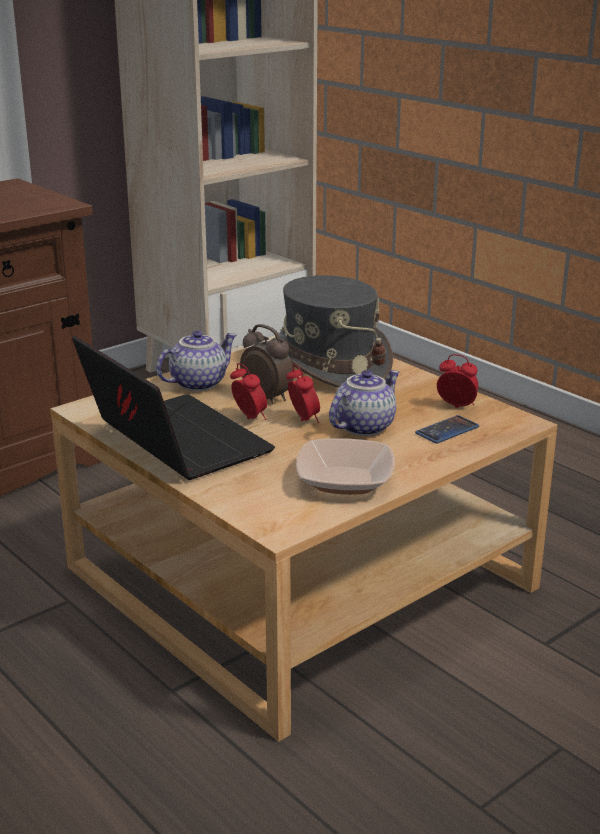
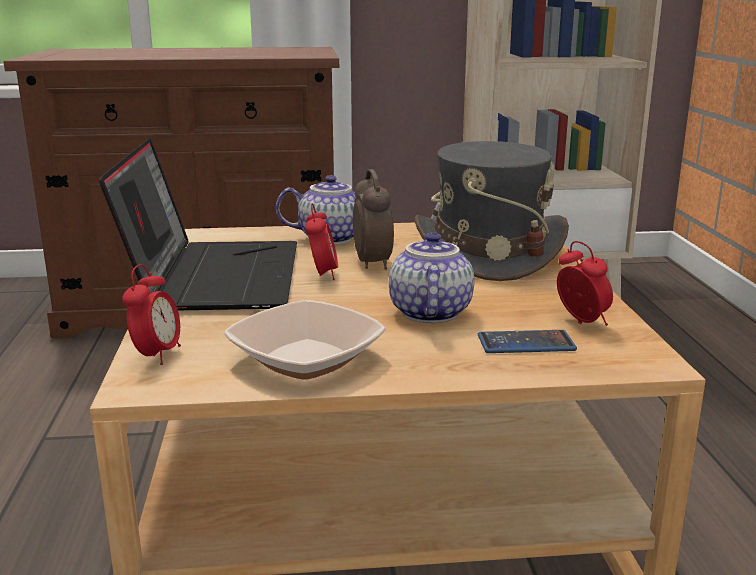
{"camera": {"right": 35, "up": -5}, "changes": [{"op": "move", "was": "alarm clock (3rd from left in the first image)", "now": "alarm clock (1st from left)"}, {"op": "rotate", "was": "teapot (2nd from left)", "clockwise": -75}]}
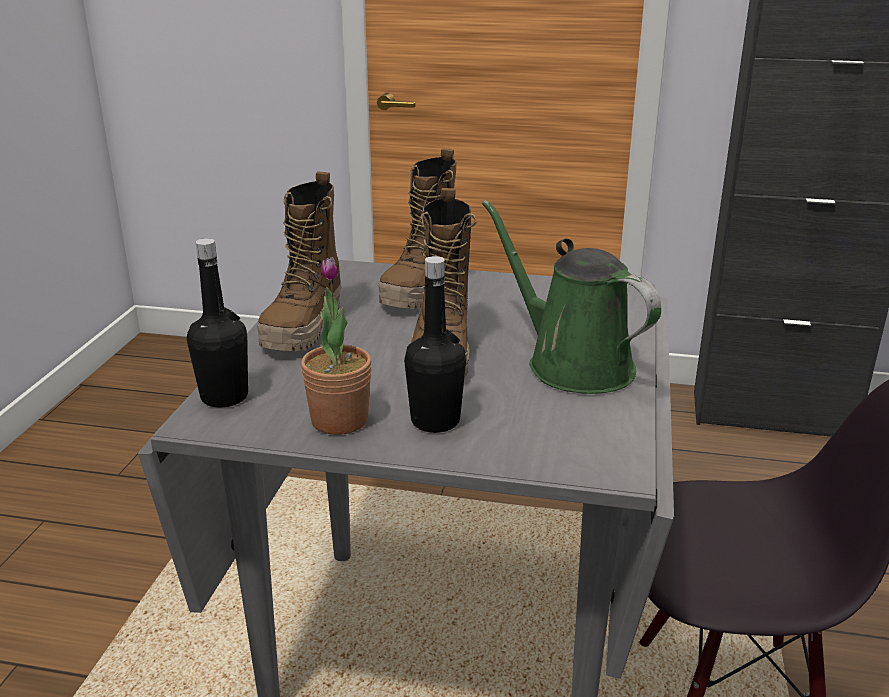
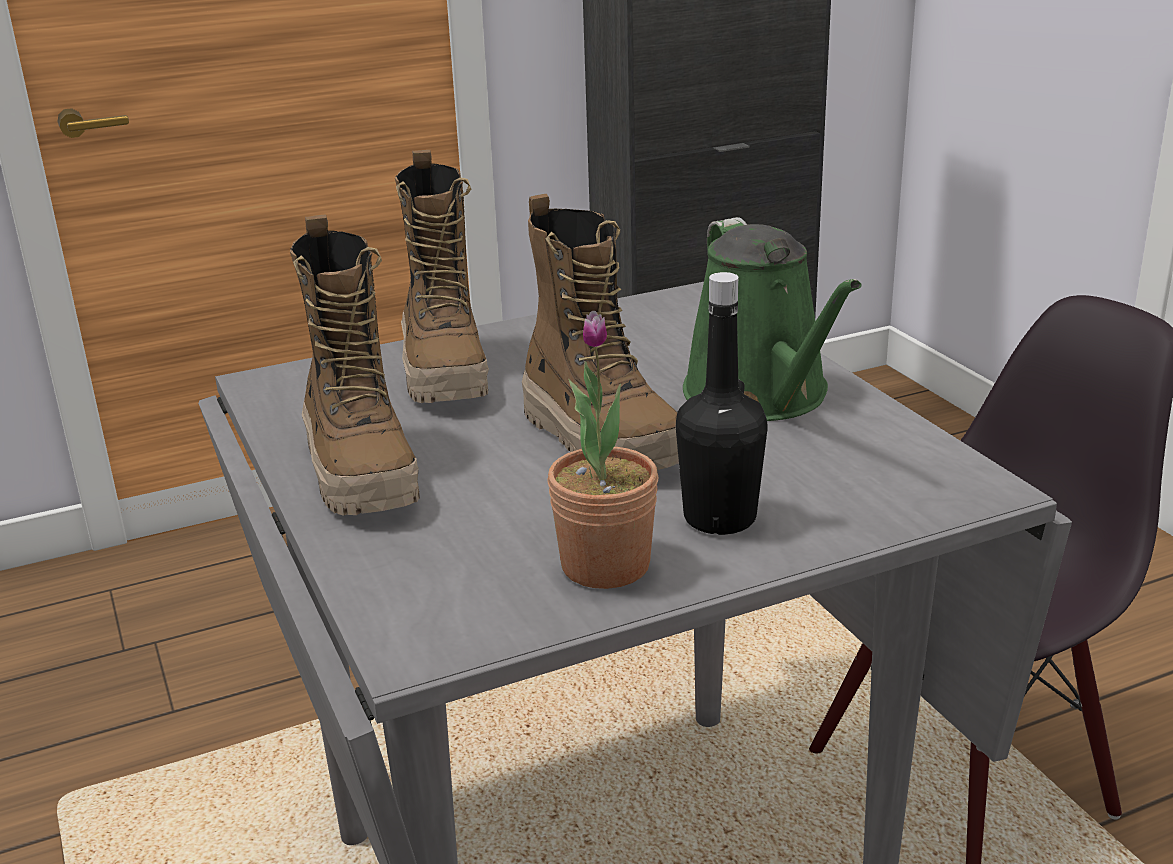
{"camera": {"right": -35, "up": 0}, "changes": [{"op": "rotate", "was": "green watering can", "clockwise": -120}, {"op": "delete", "was": "black bottle (1st from left)"}]}
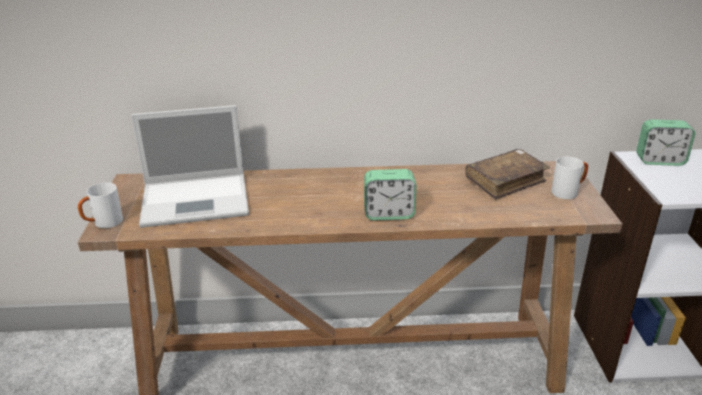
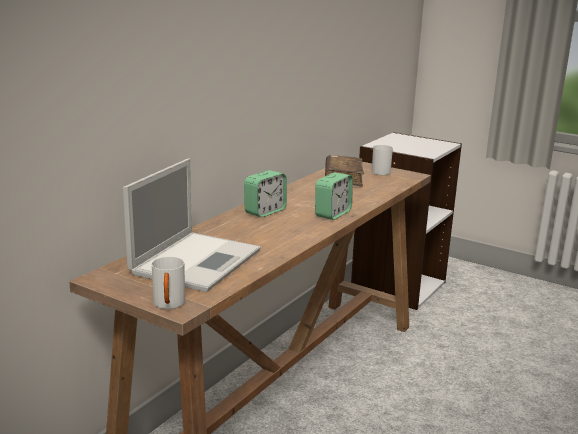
{"camera": {"right": -55, "up": -10}, "changes": [{"op": "move", "was": "alarm clock (2nd from left in the first image)", "now": "alarm clock (1st from left)"}]}
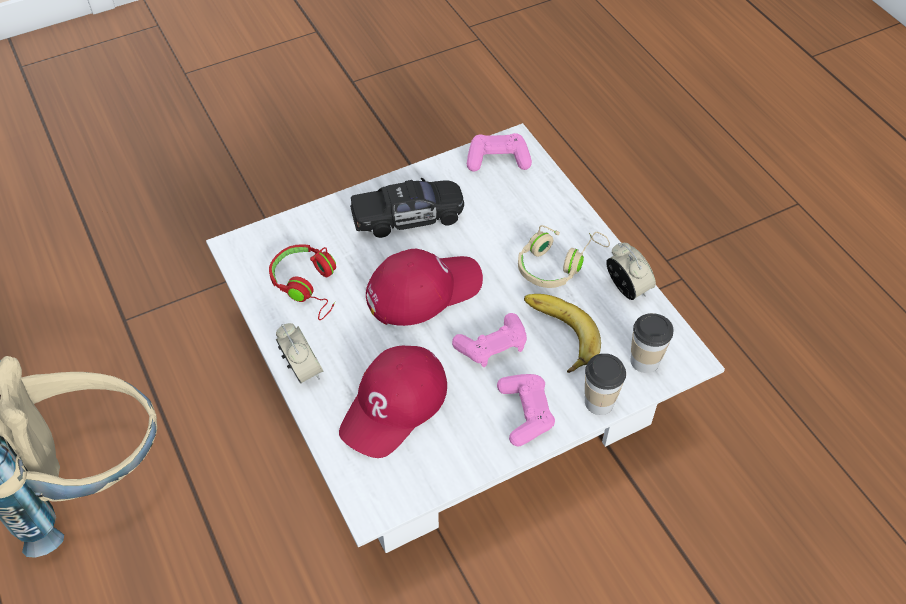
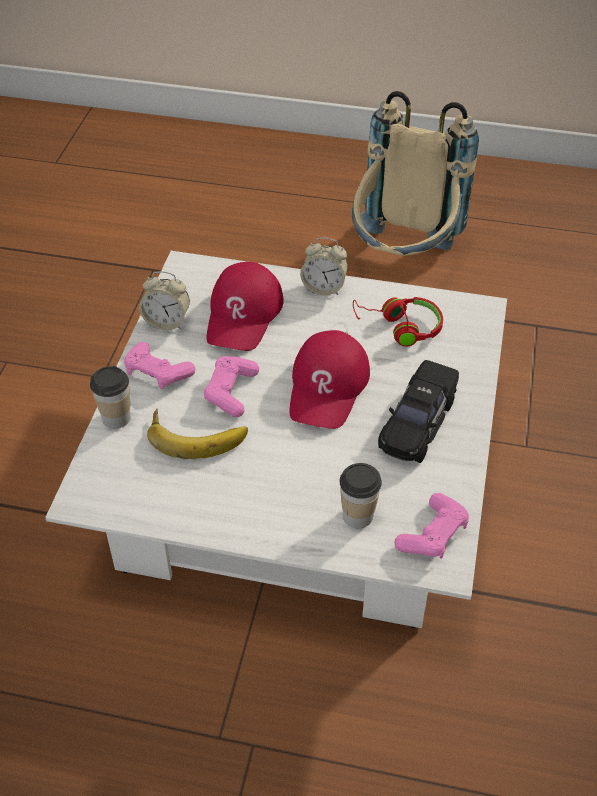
{"camera": {"right": 130, "up": -5}, "changes": [{"op": "move", "was": "alarm clock (2nd from left in the first image)", "now": "alarm clock (1st from left)"}, {"op": "rotate", "was": "red cap (1st from left)", "clockwise": -150}, {"op": "move", "was": "cup (2nd from left)"}, {"op": "delete", "was": "beige headphones"}]}
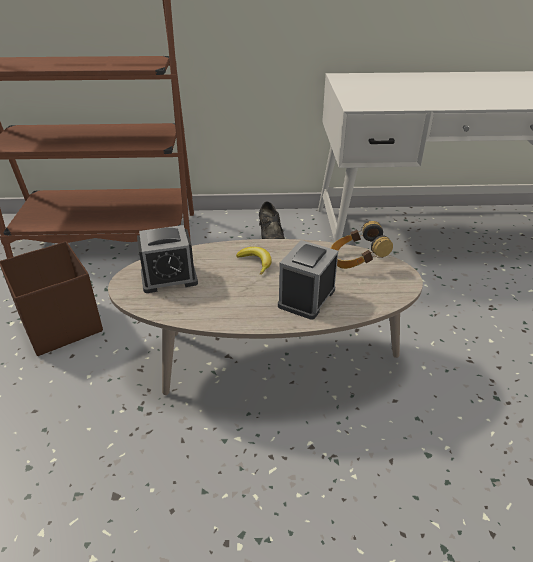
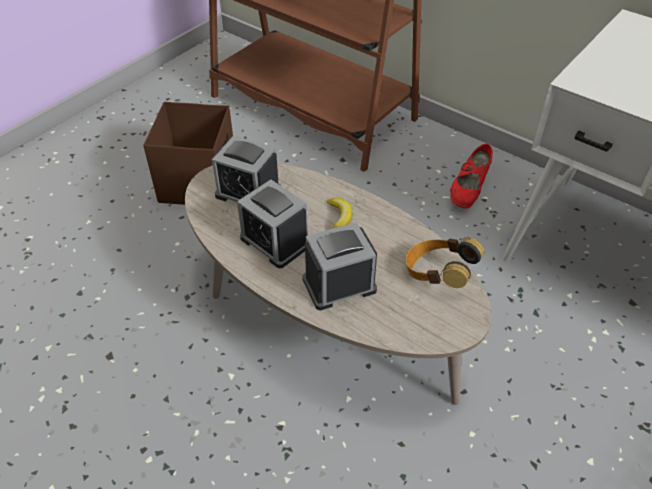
{"camera": {"right": 40, "up": 10}, "changes": [{"op": "insert", "now": "alarm clock (2nd from left)"}, {"op": "recolor", "was": "black shoe", "now": "red shoe"}]}
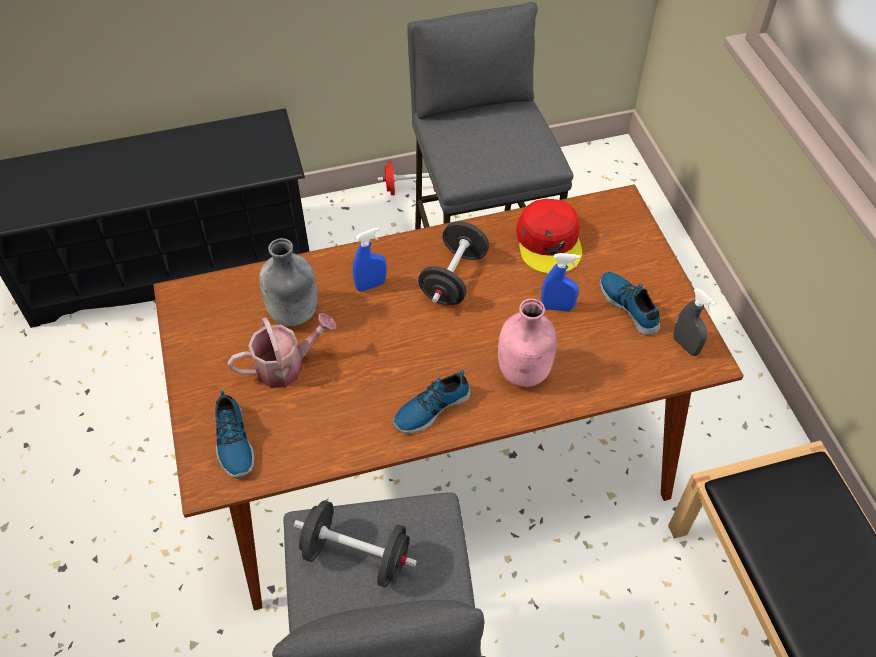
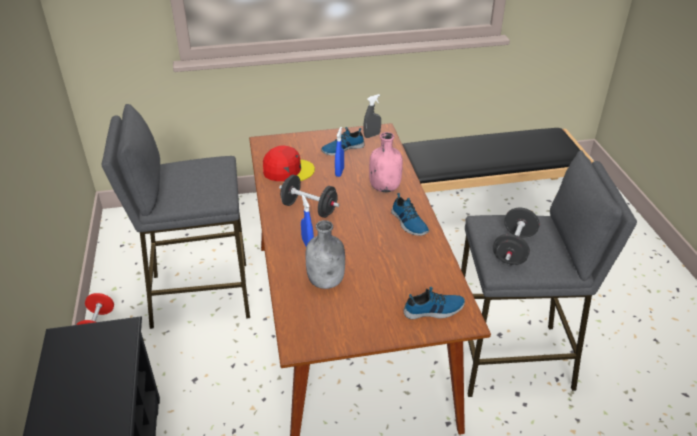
{"camera": {"right": -85, "up": -15}, "changes": [{"op": "delete", "was": "watering can"}]}
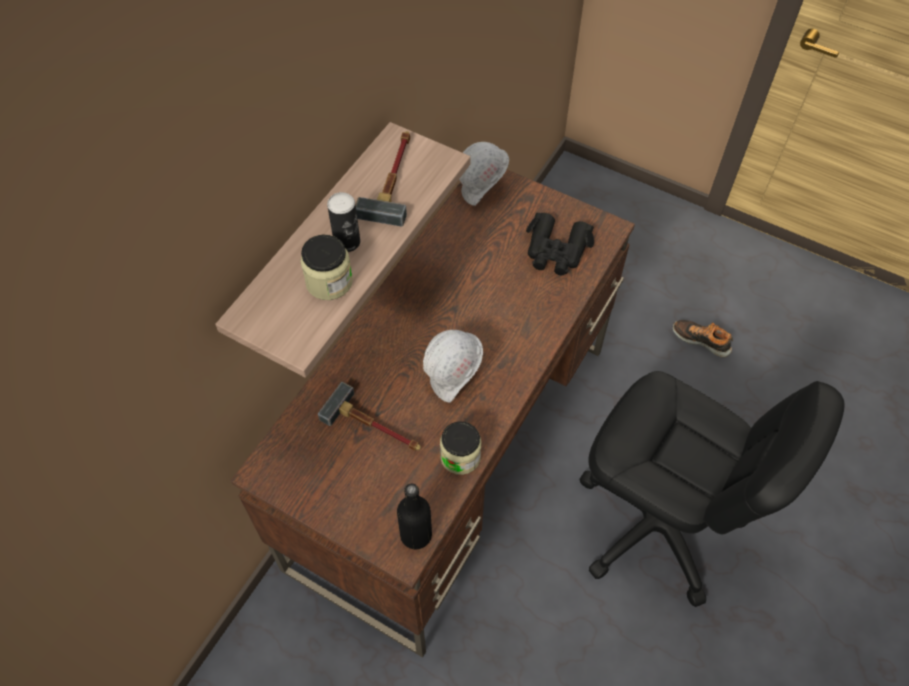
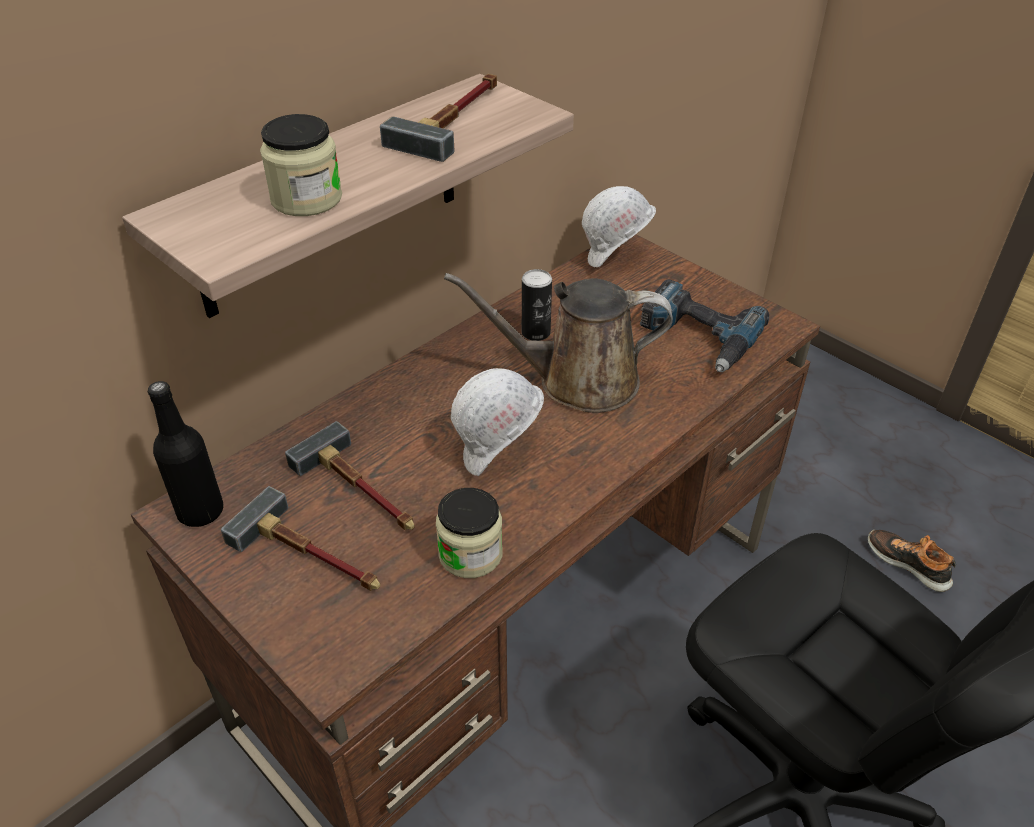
{"camera": {"right": 15, "up": -15}, "changes": [{"op": "move", "was": "black bottle"}, {"op": "insert", "now": "hammer (1st from left)"}, {"op": "insert", "now": "brown watering can"}, {"op": "move", "was": "can"}, {"op": "replace", "was": "black binoculars", "now": "power drill"}]}
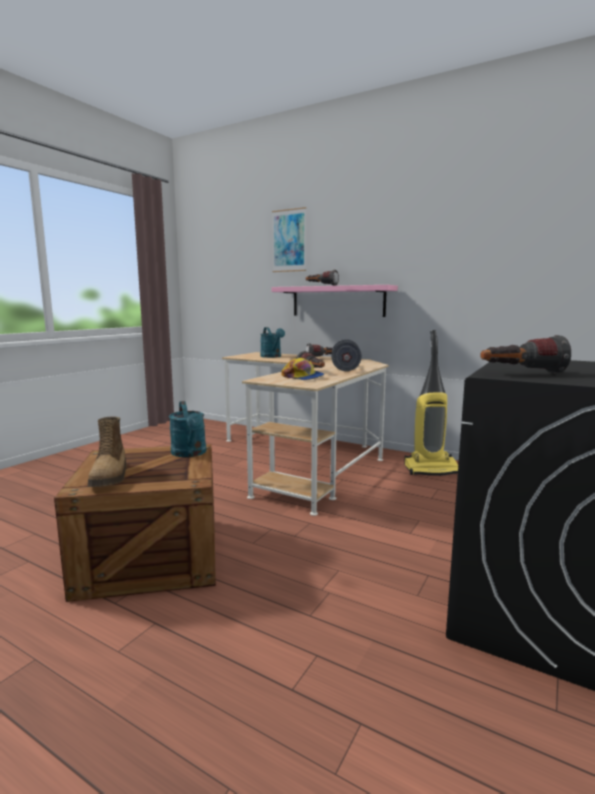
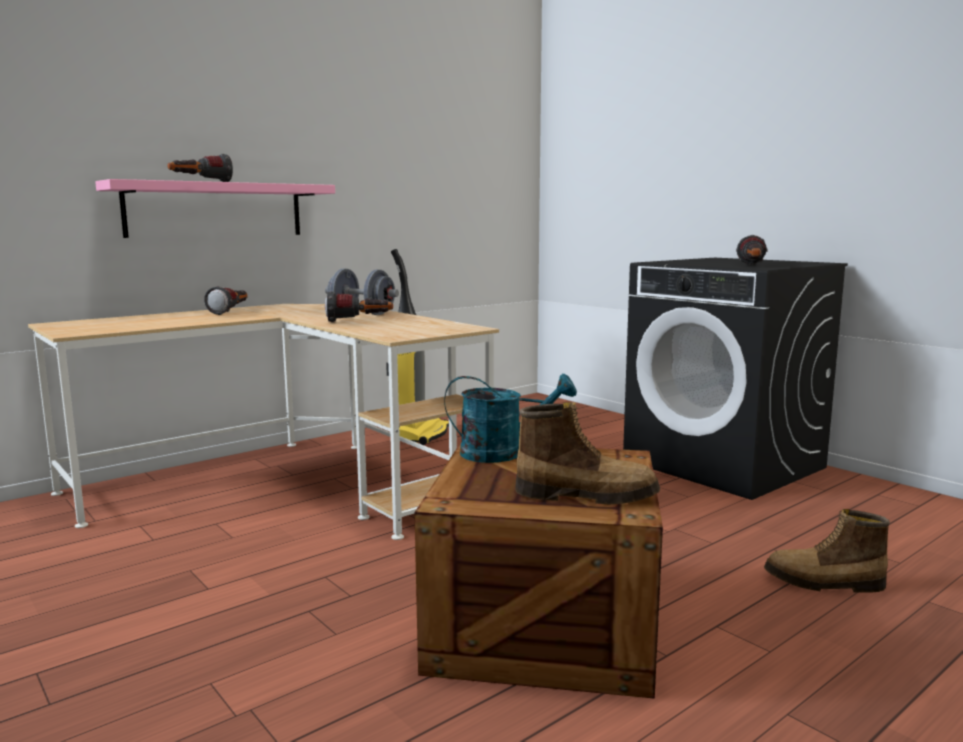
{"camera": {"right": -70, "up": 0}, "changes": [{"op": "insert", "now": "boot (2nd from left)"}, {"op": "delete", "was": "turquoise watering can (2nd from left)"}, {"op": "delete", "was": "picture"}, {"op": "delete", "was": "cap"}]}
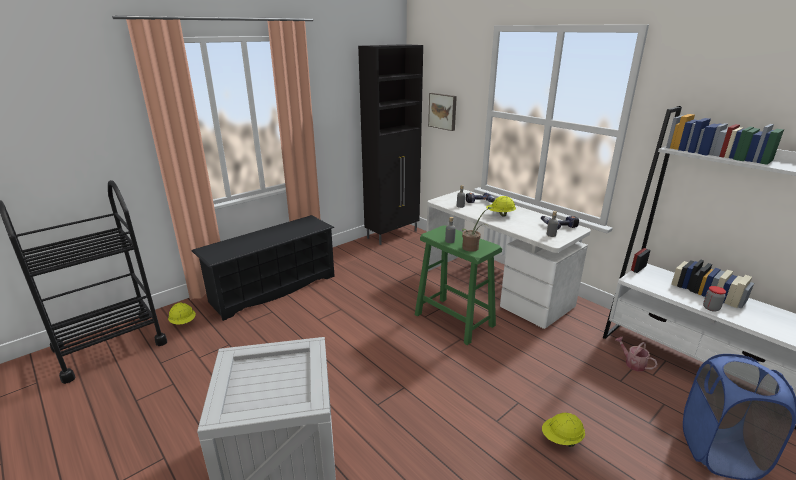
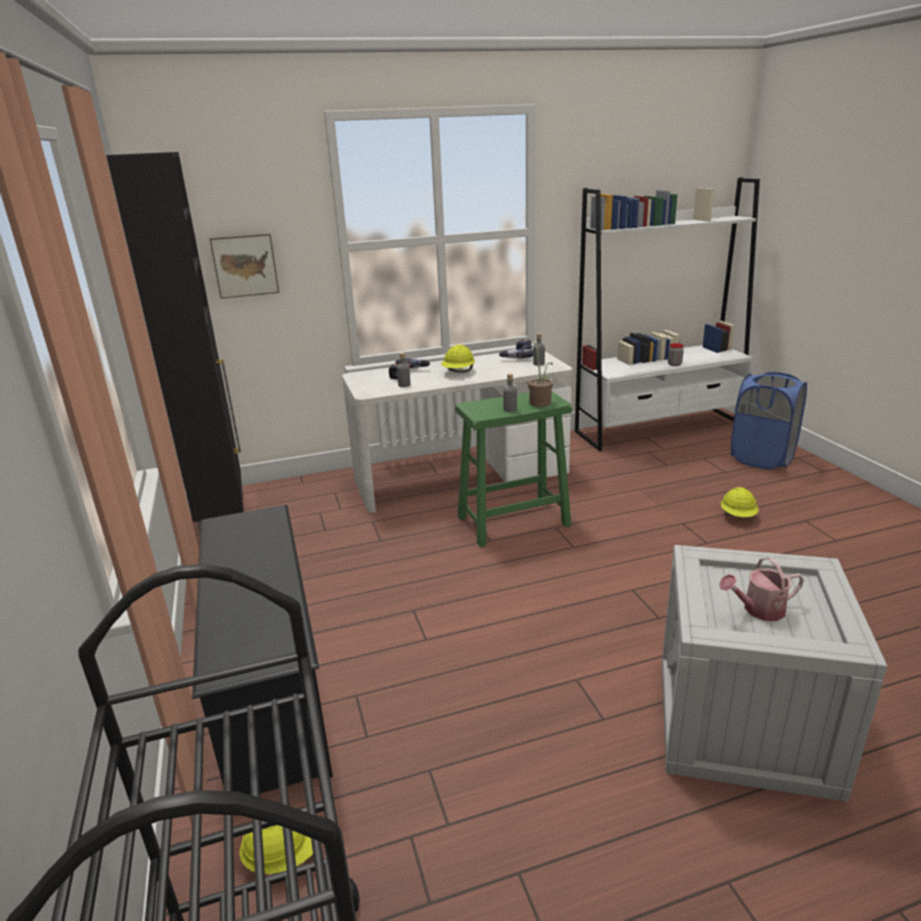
{"camera": {"right": -65, "up": 0}, "changes": [{"op": "move", "was": "watering can"}]}
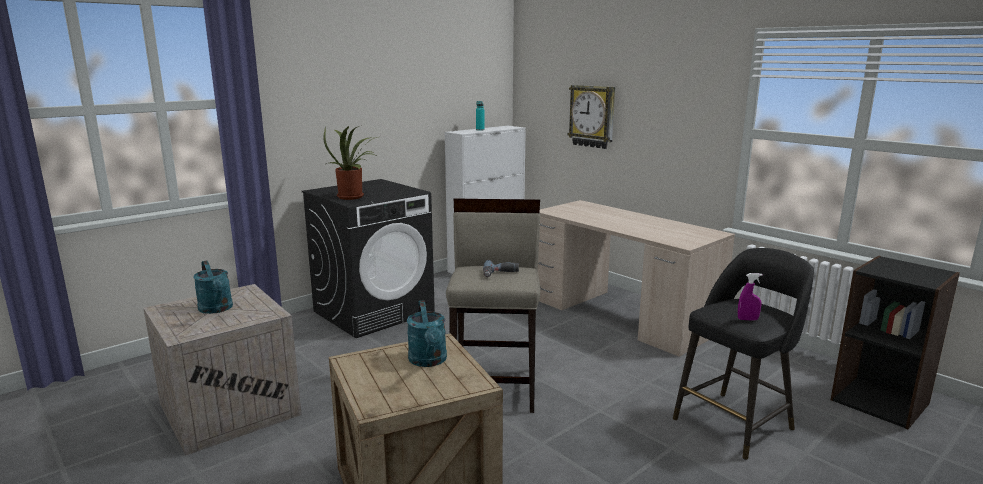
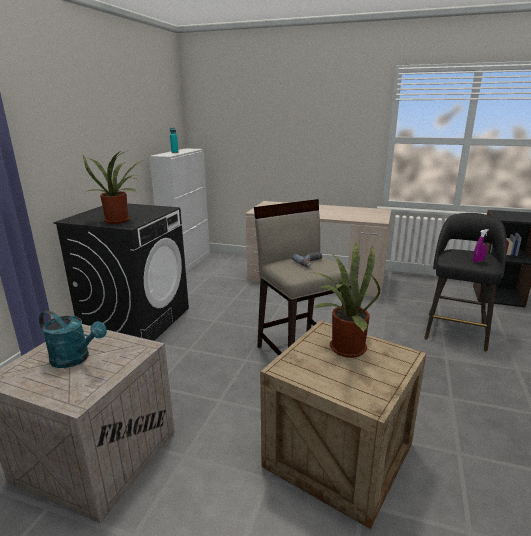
{"camera": {"right": -30, "up": 5}, "changes": [{"op": "replace", "was": "turquoise watering can (2nd from left)", "now": "potted plant (2nd from left)"}, {"op": "delete", "was": "wall clock"}]}
